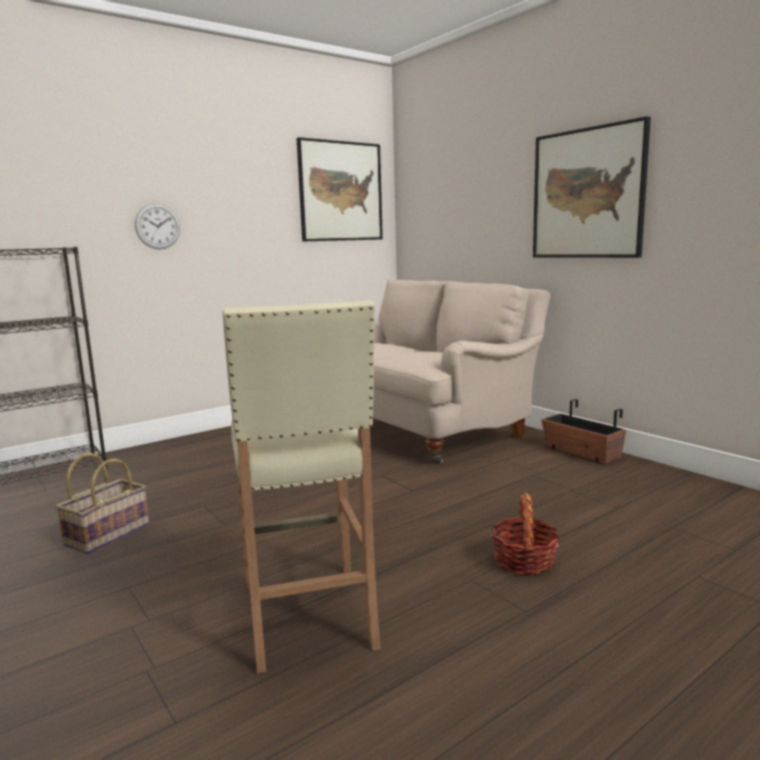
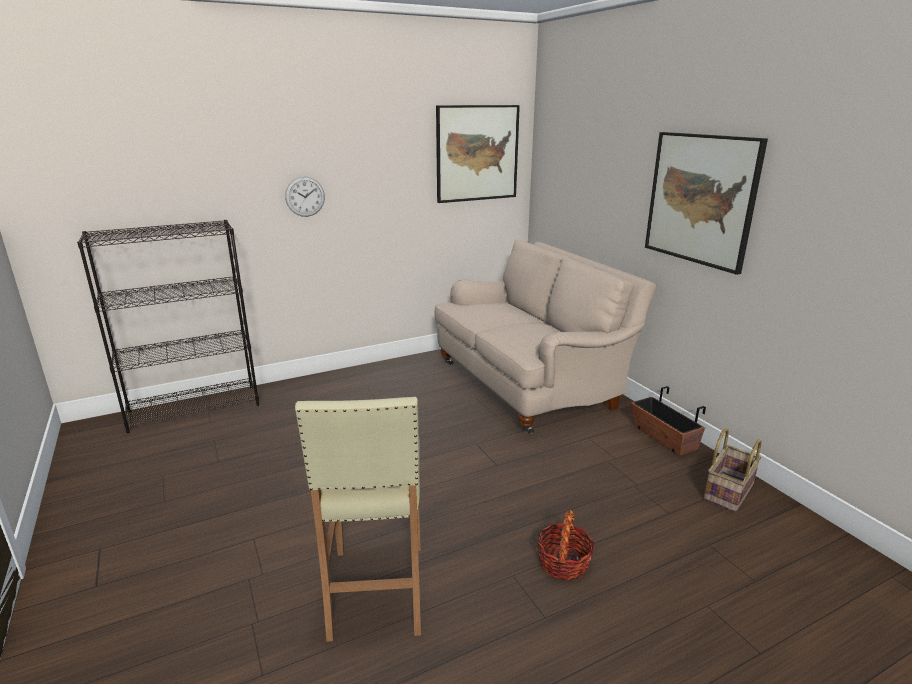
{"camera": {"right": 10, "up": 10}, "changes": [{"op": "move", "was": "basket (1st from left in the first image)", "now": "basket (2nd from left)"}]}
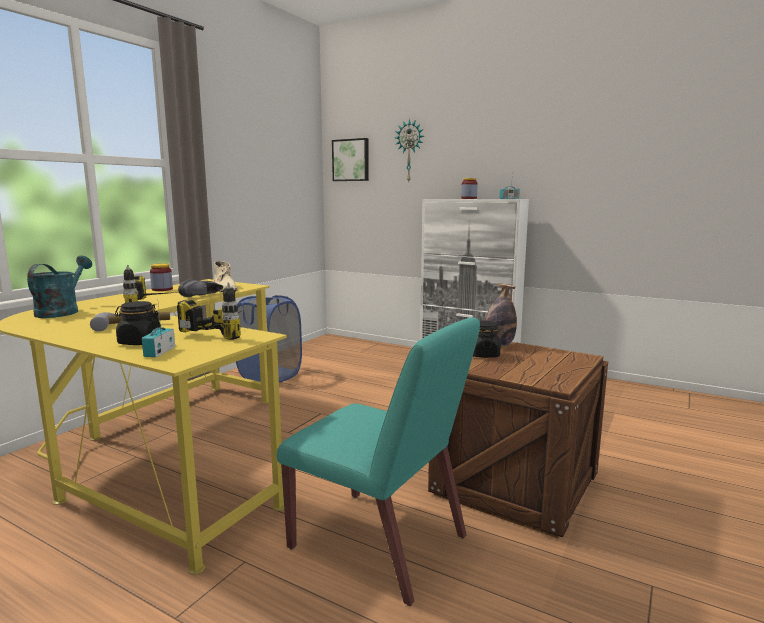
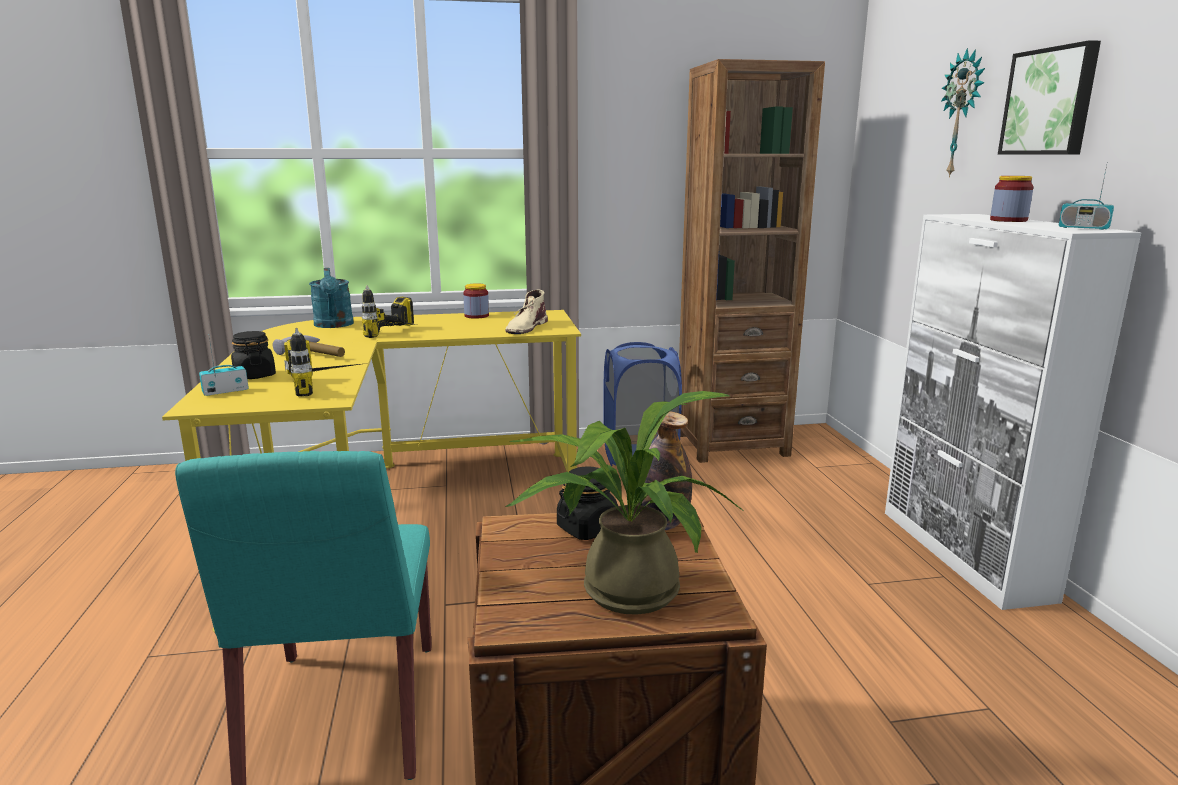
{"camera": {"right": 50, "up": 5}, "changes": [{"op": "rotate", "was": "turquoise watering can", "clockwise": 105}, {"op": "insert", "now": "potted plant"}, {"op": "insert", "now": "brown bookcase"}, {"op": "move", "was": "picture"}, {"op": "delete", "was": "black shoe"}]}
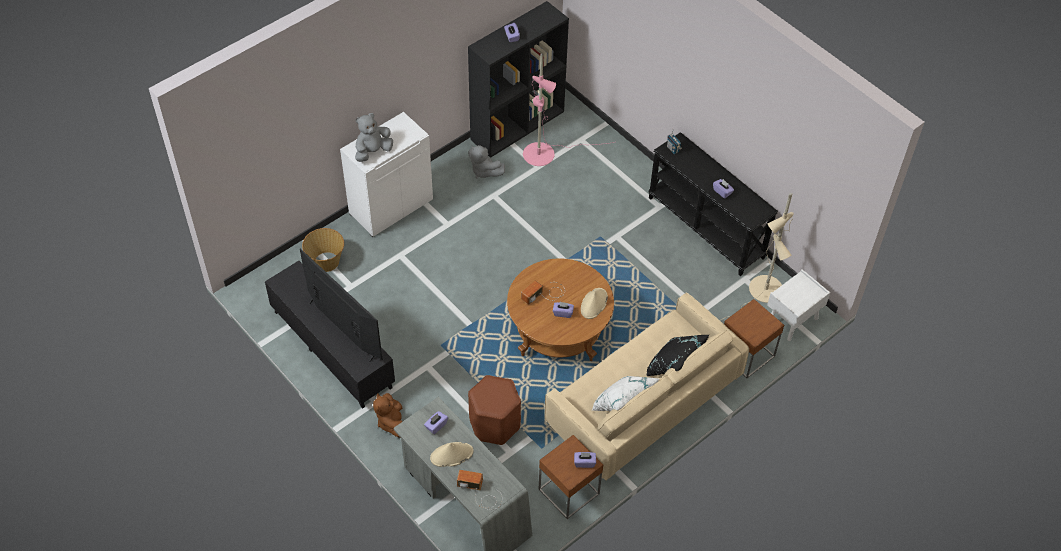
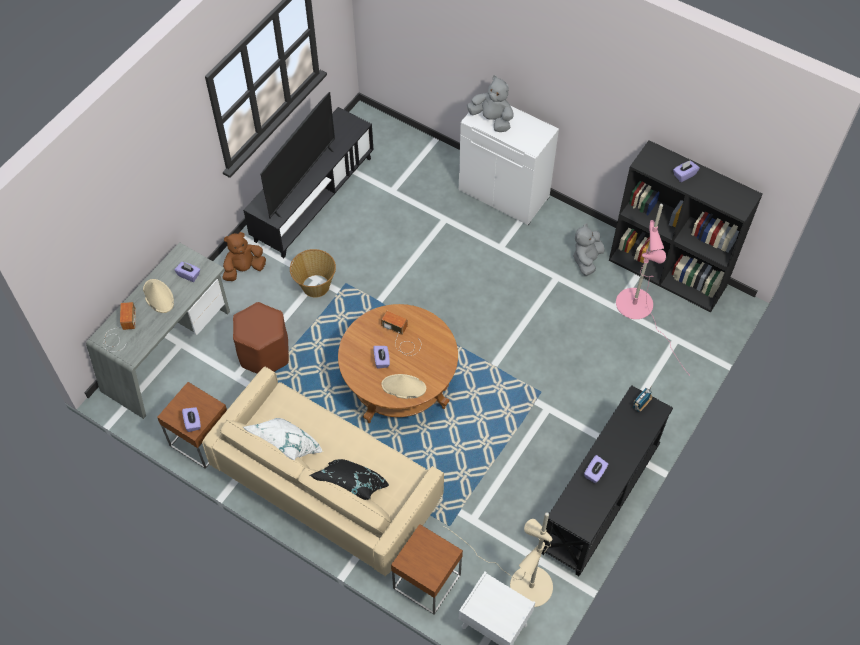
{"camera": {"right": 75, "up": 5}, "changes": [{"op": "move", "was": "basket"}]}
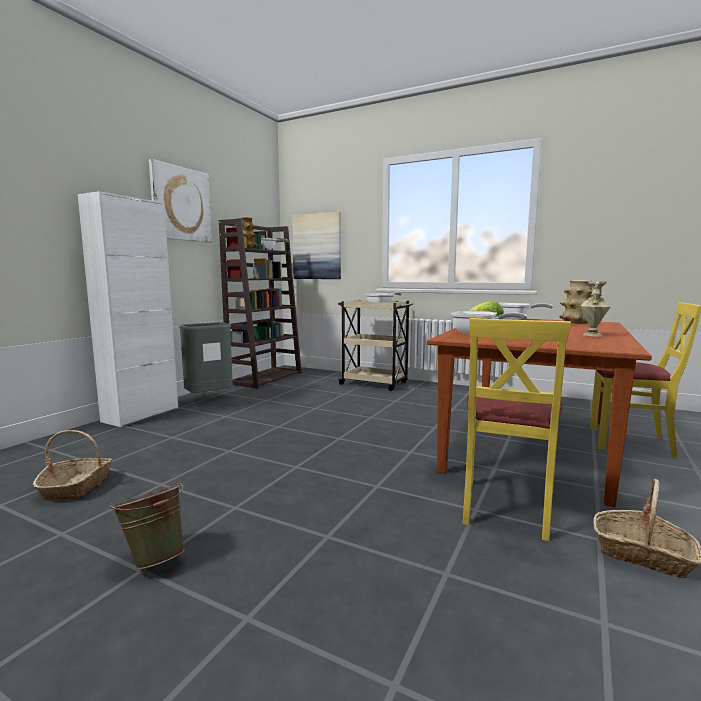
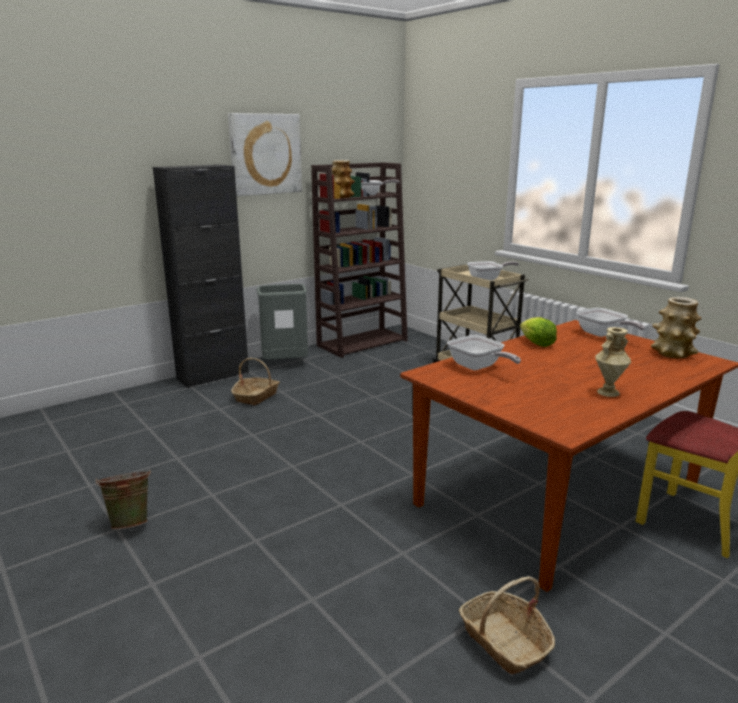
{"camera": {"right": 25, "up": 10}, "changes": [{"op": "recolor", "was": "white cabinet", "now": "black cabinet"}, {"op": "move", "was": "basket (1st from left)"}, {"op": "delete", "was": "picture (2nd from left)"}, {"op": "delete", "was": "yellow chair (1st from left)"}]}
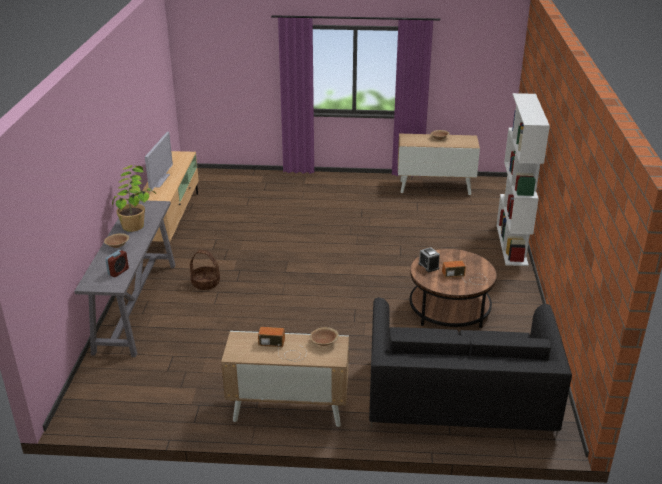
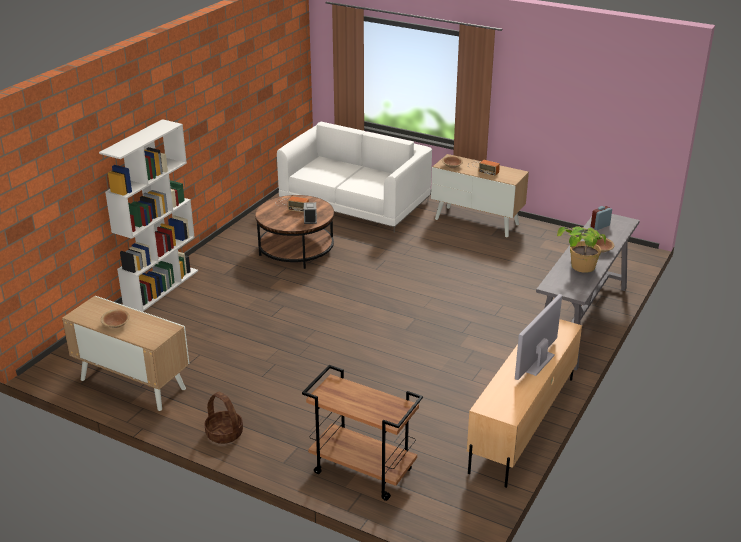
{"camera": {"right": -155, "up": 0}, "changes": [{"op": "move", "was": "basket"}, {"op": "recolor", "was": "black sofa", "now": "white sofa"}, {"op": "insert", "now": "brown cart"}]}
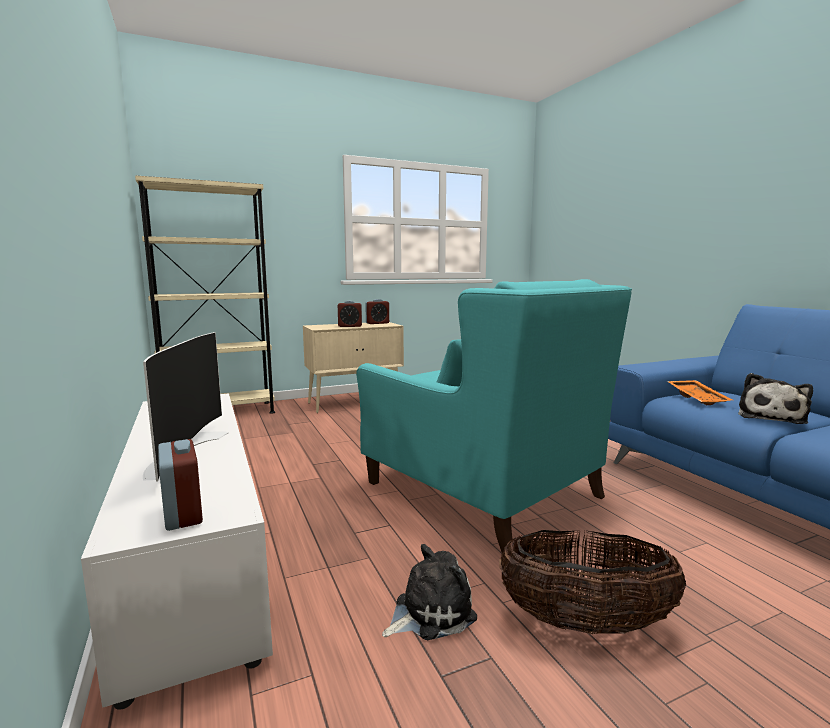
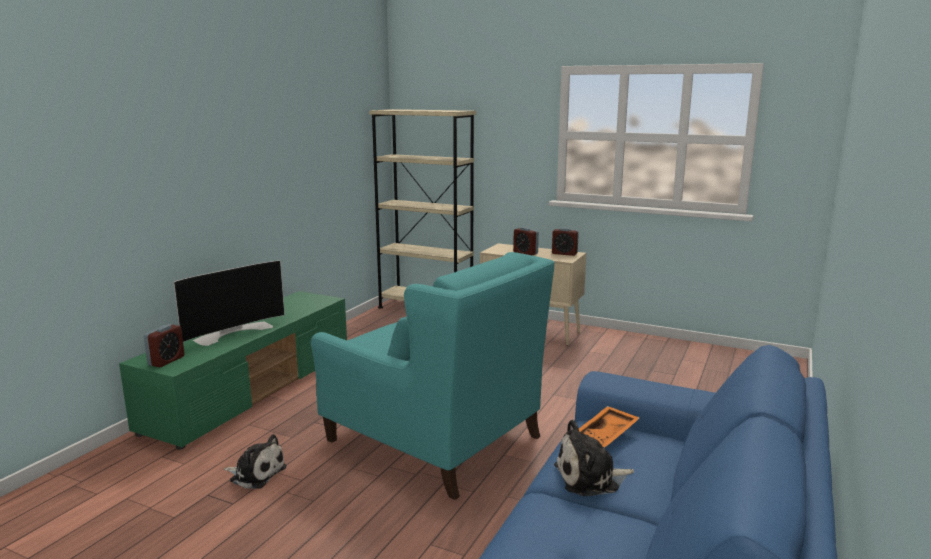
{"camera": {"right": 50, "up": 5}, "changes": [{"op": "recolor", "was": "white tv stand", "now": "green tv stand"}, {"op": "rotate", "was": "turquoise armchair", "clockwise": -60}, {"op": "delete", "was": "basket"}]}
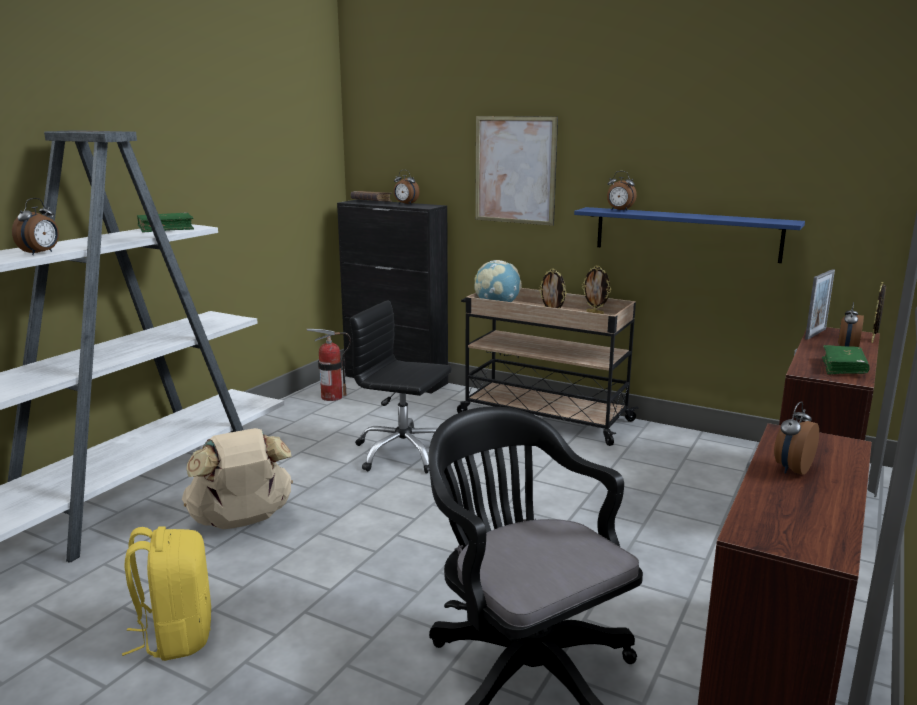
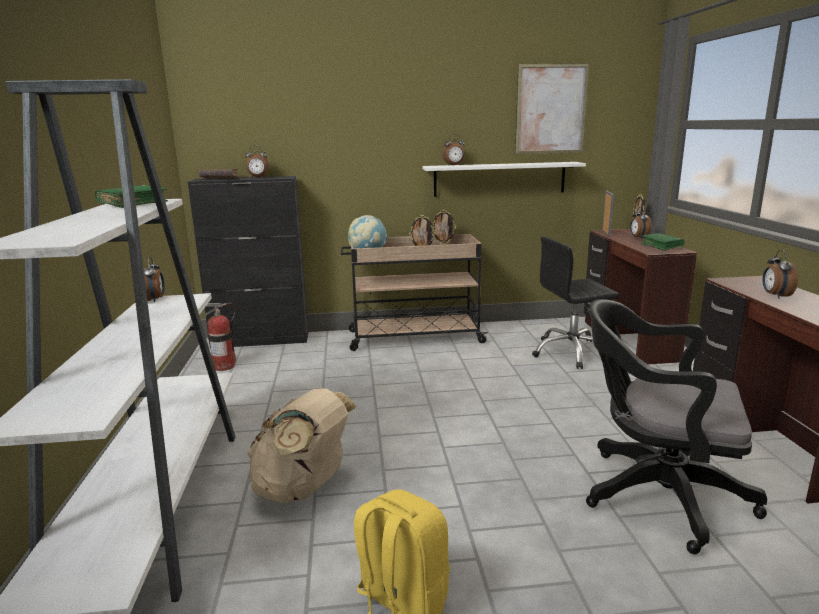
{"camera": {"right": -35, "up": 0}, "changes": [{"op": "move", "was": "alarm clock (1st from left)"}, {"op": "recolor", "was": "blue shelf", "now": "white shelf"}, {"op": "move", "was": "picture"}, {"op": "move", "was": "black office chair (1st from left)"}]}
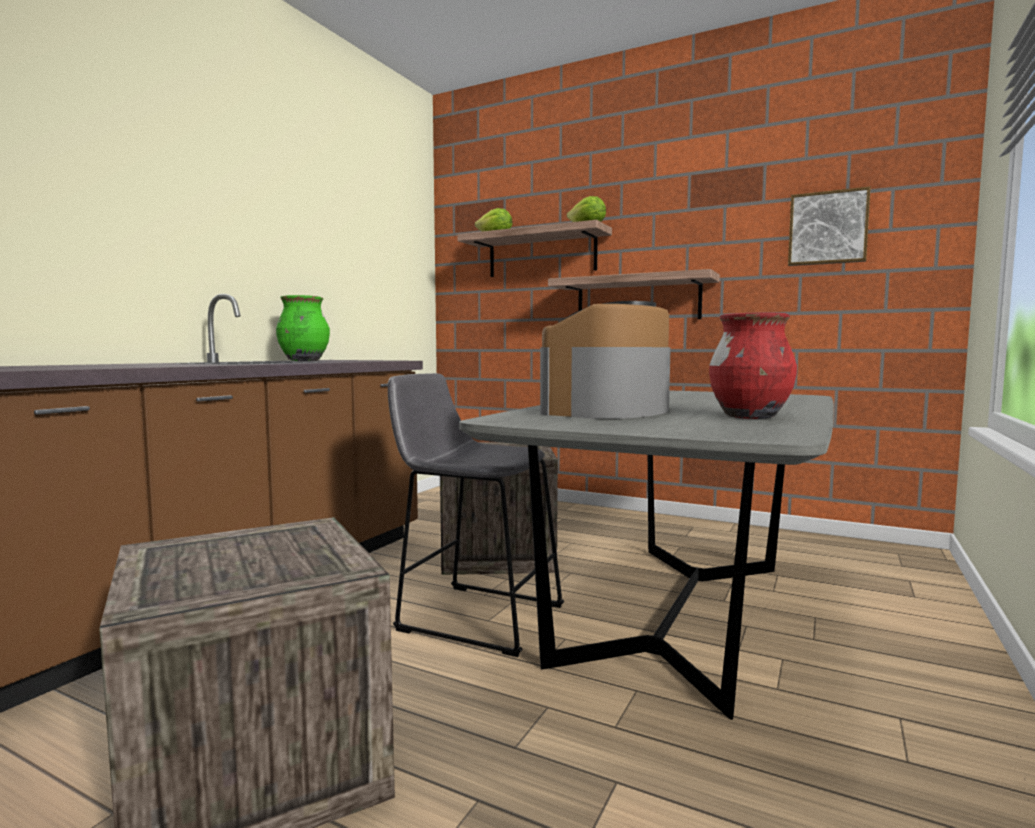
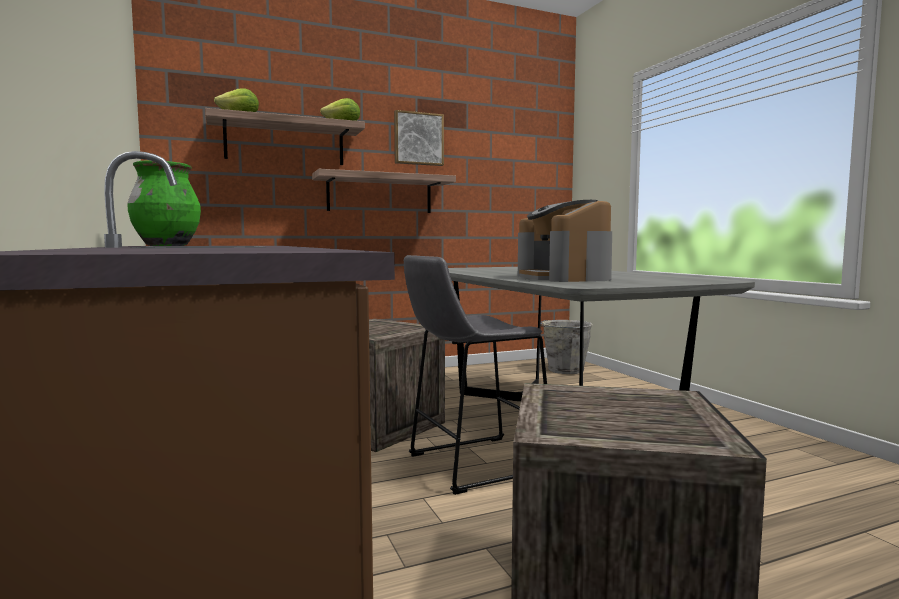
{"camera": {"right": -50, "up": 0}, "changes": [{"op": "move", "was": "picture"}, {"op": "insert", "now": "grey bucket"}, {"op": "delete", "was": "red vase"}]}
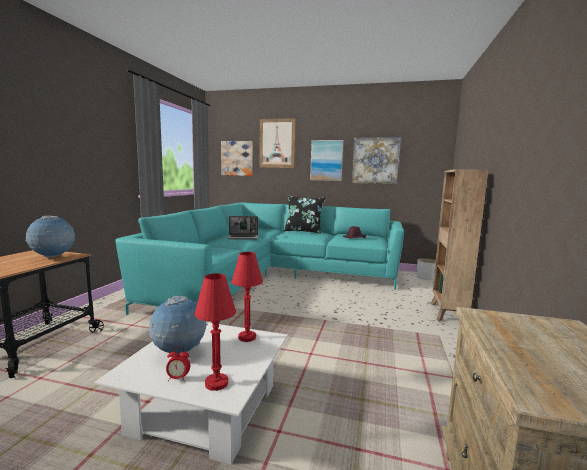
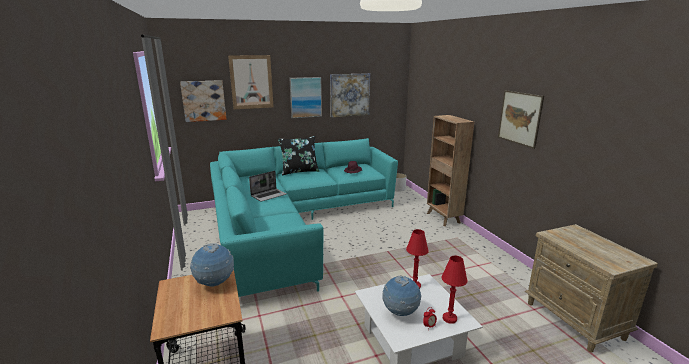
{"camera": {"right": -35, "up": 10}, "changes": [{"op": "insert", "now": "picture (5th from left)"}]}
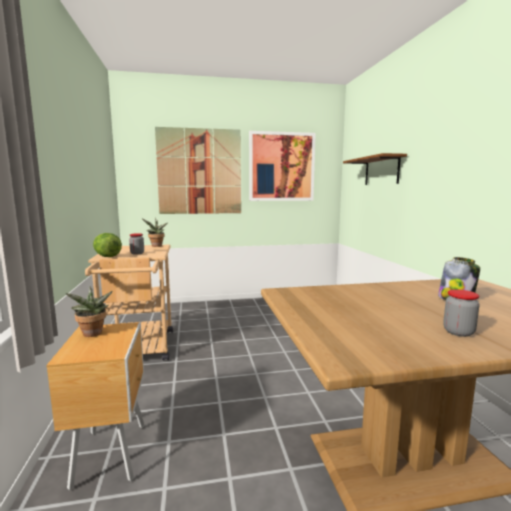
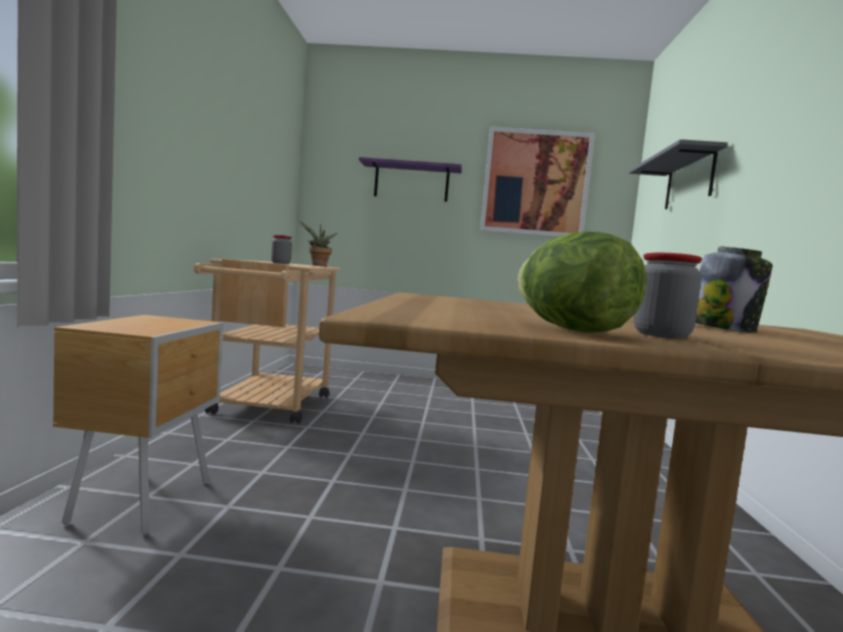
{"camera": {"right": 15, "up": -5}, "changes": [{"op": "replace", "was": "picture (1st from left)", "now": "purple shelf"}, {"op": "move", "was": "lettuce"}, {"op": "recolor", "was": "brown shelf", "now": "grey shelf"}, {"op": "delete", "was": "potted plant (1st from left)"}]}
